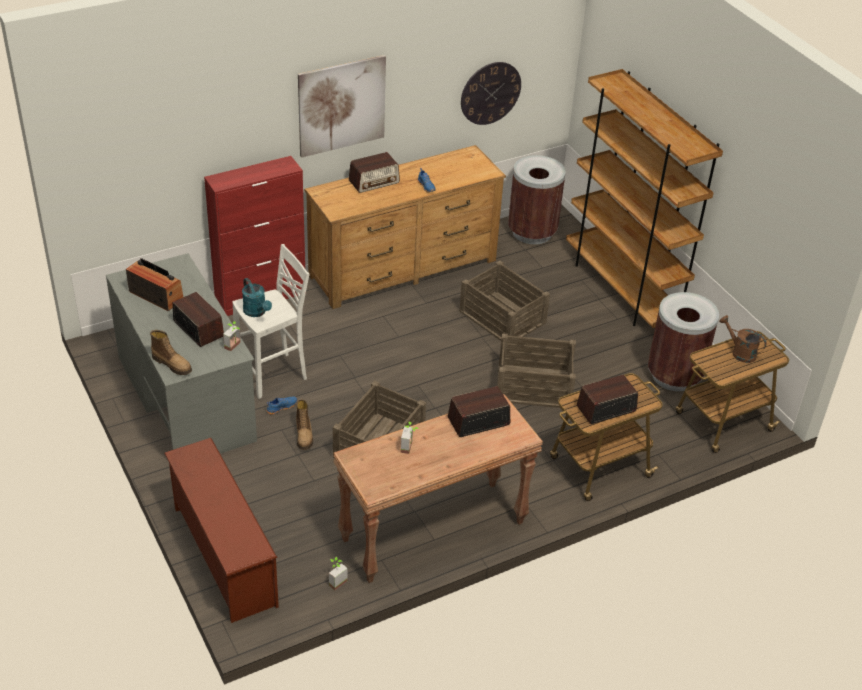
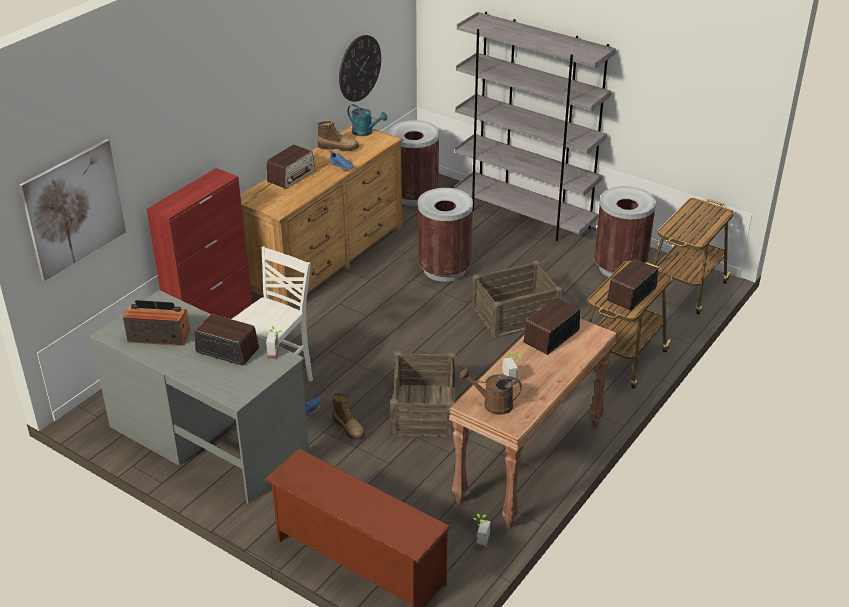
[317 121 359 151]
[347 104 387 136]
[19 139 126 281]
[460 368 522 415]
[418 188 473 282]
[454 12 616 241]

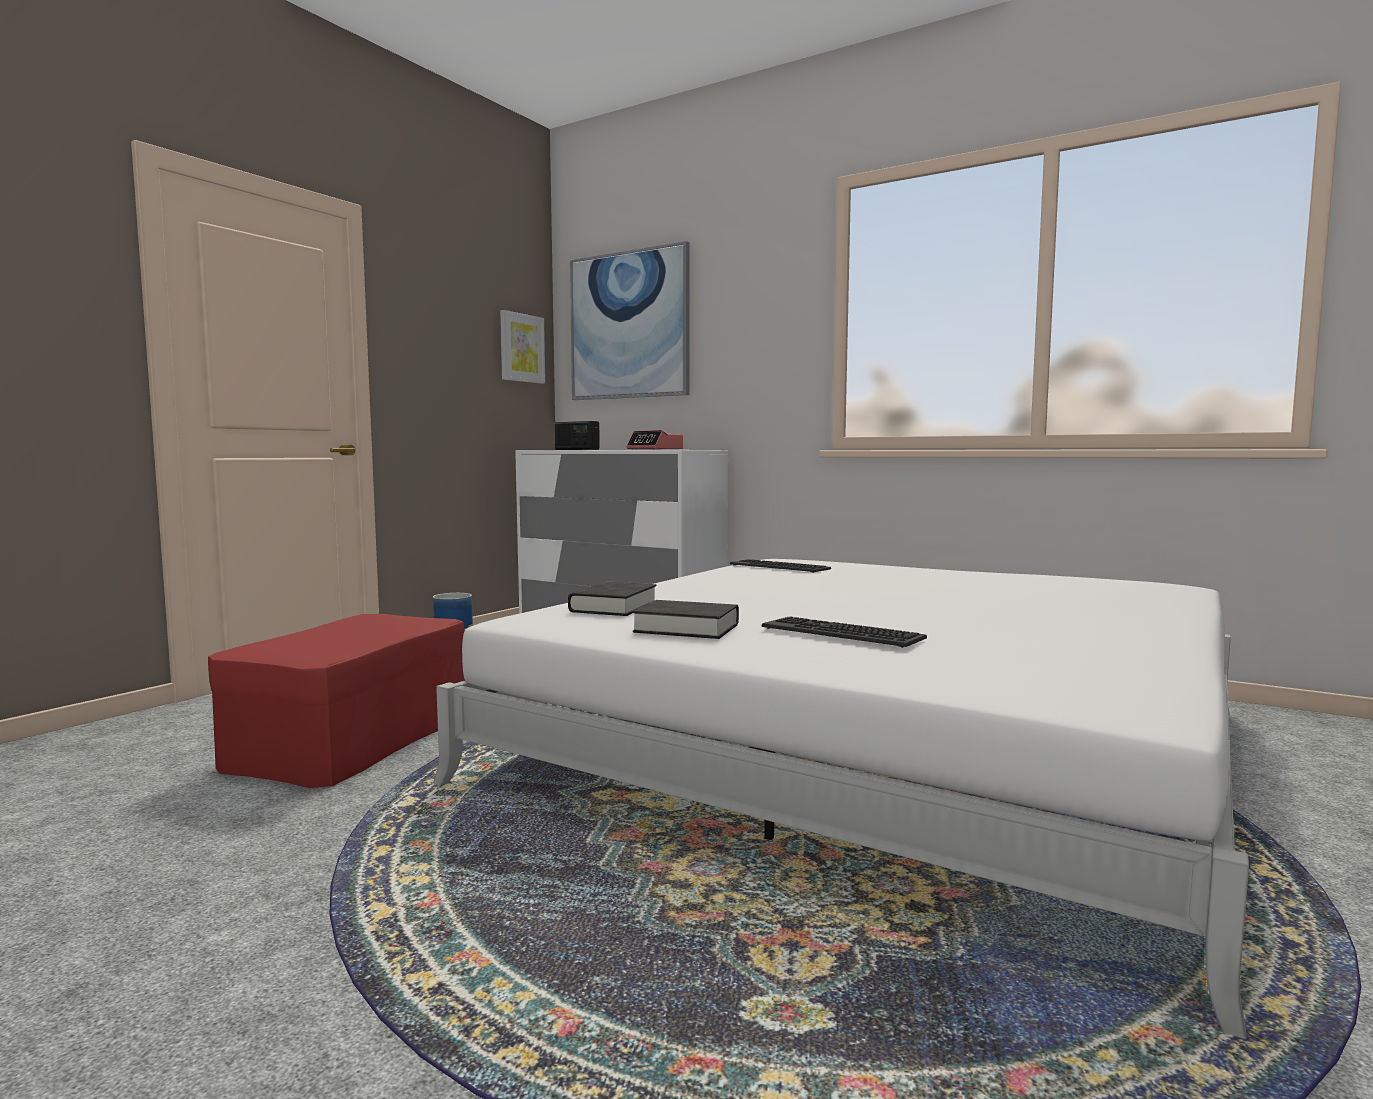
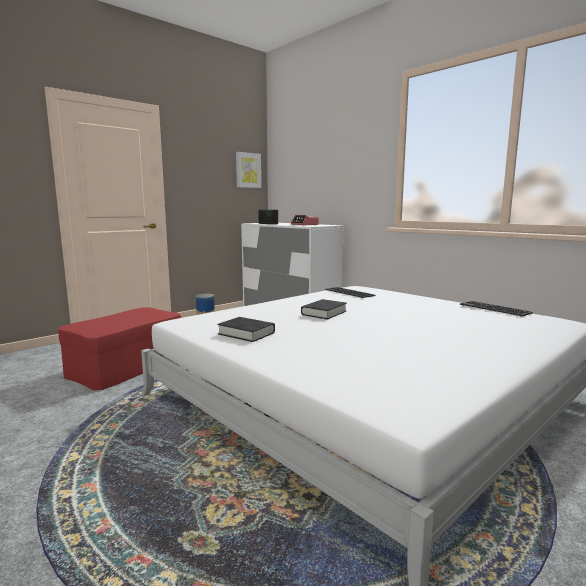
[570 241 690 400] (first image)
[301 299 347 320]
[460 301 533 317]

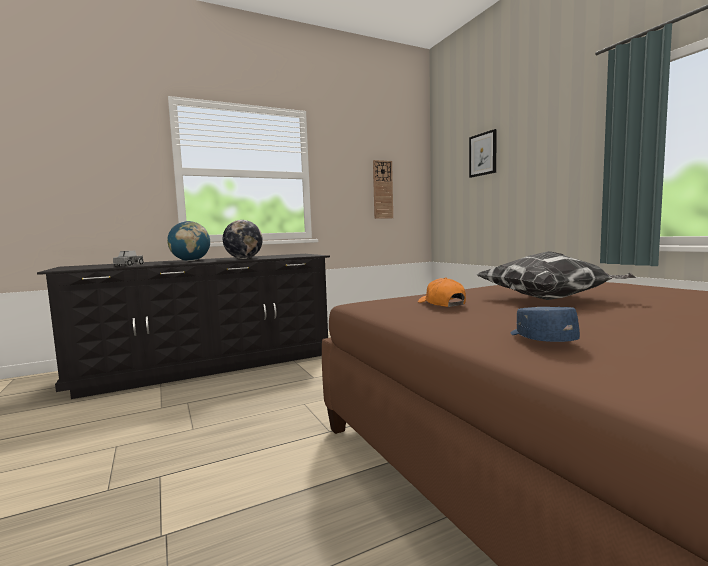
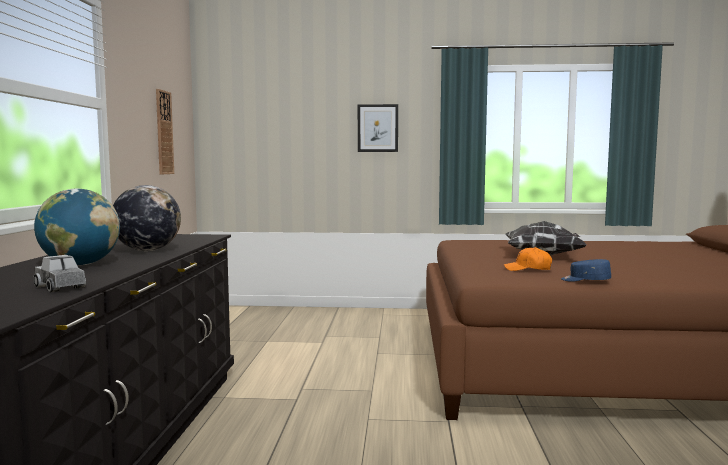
[358 104 398 152]
[561 259 611 282]

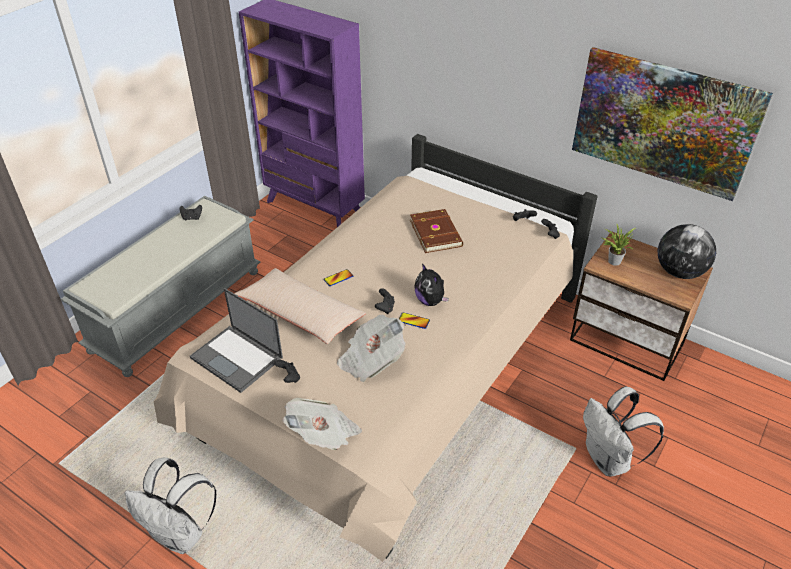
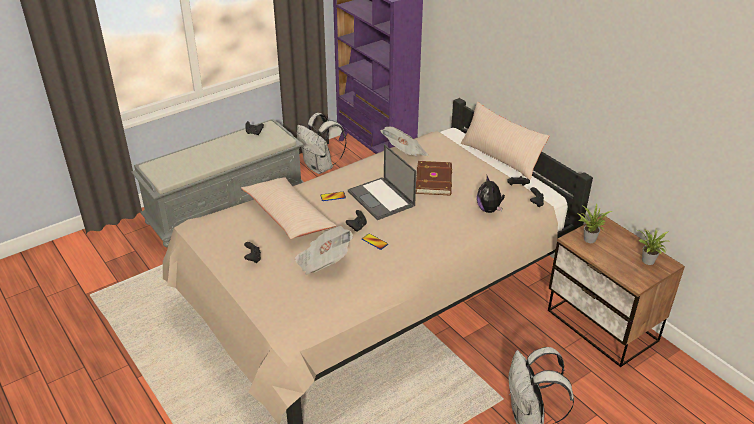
[572 47 773 201] (first image)
[460 102 549 180]
[297 113 346 174]
[348 144 417 220]
[380 127 429 157]
[477 176 505 213]
[638 229 669 265]

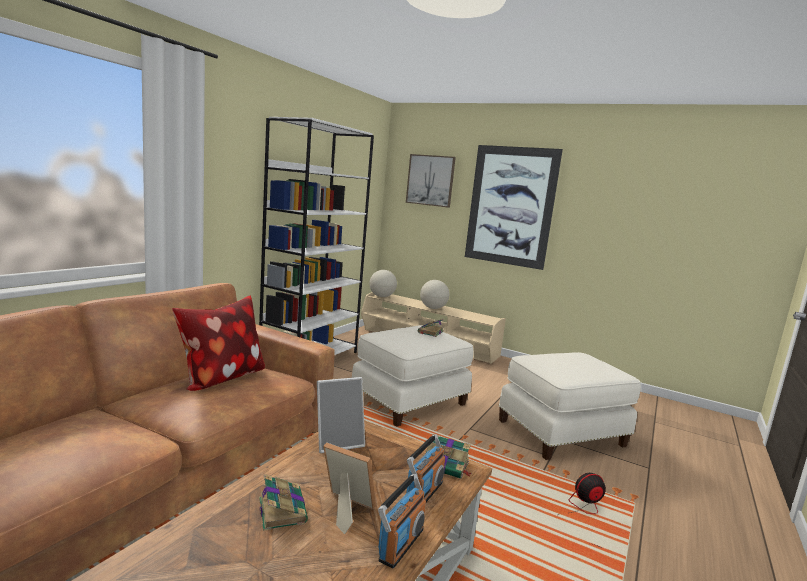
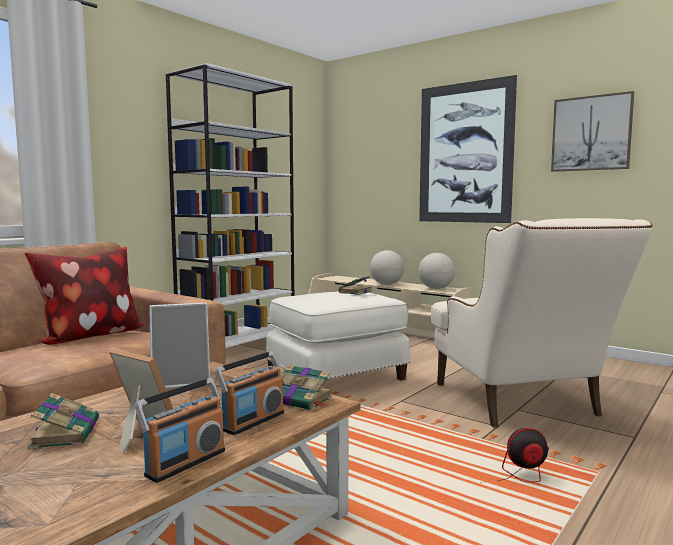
[418 253 455 289]
[551 91 634 172]
[431 218 653 427]

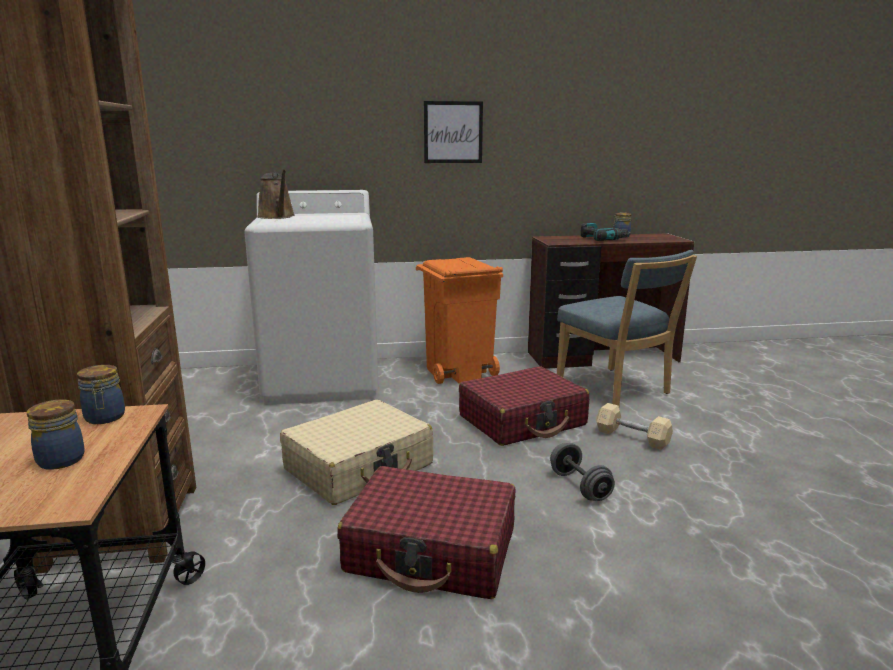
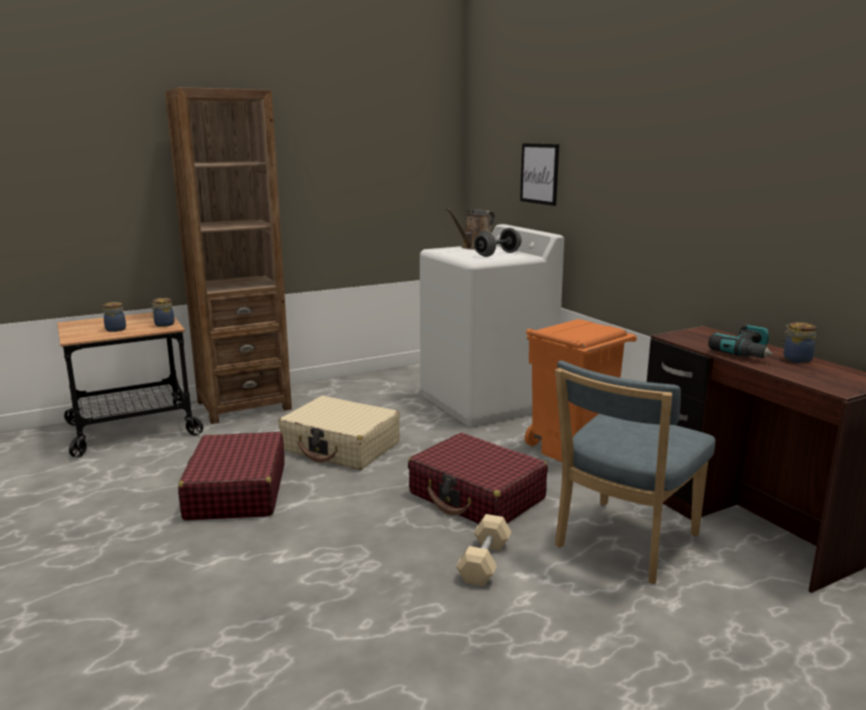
[520 143 559 206]
[474 228 521 257]

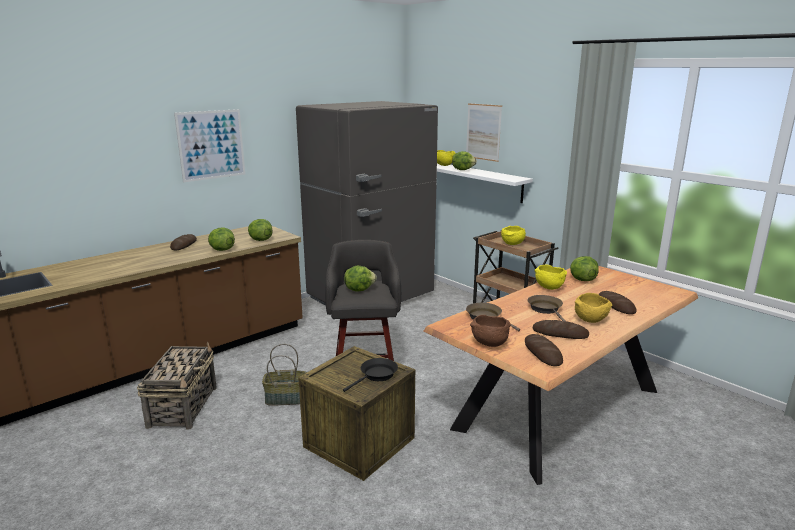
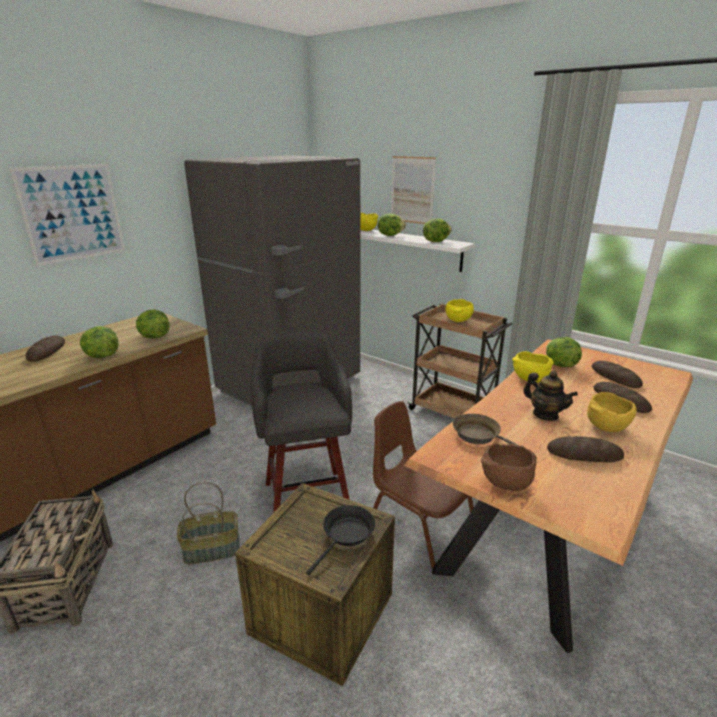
[373 401 474 568]
[423 218 452 242]
[592 361 643 388]
[523 371 578 421]

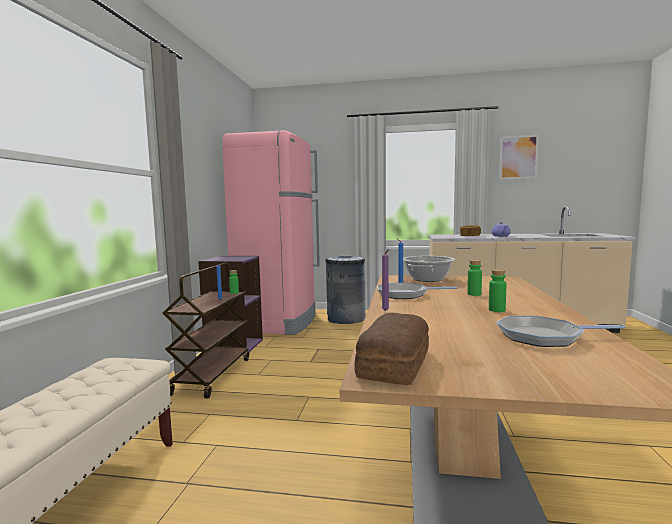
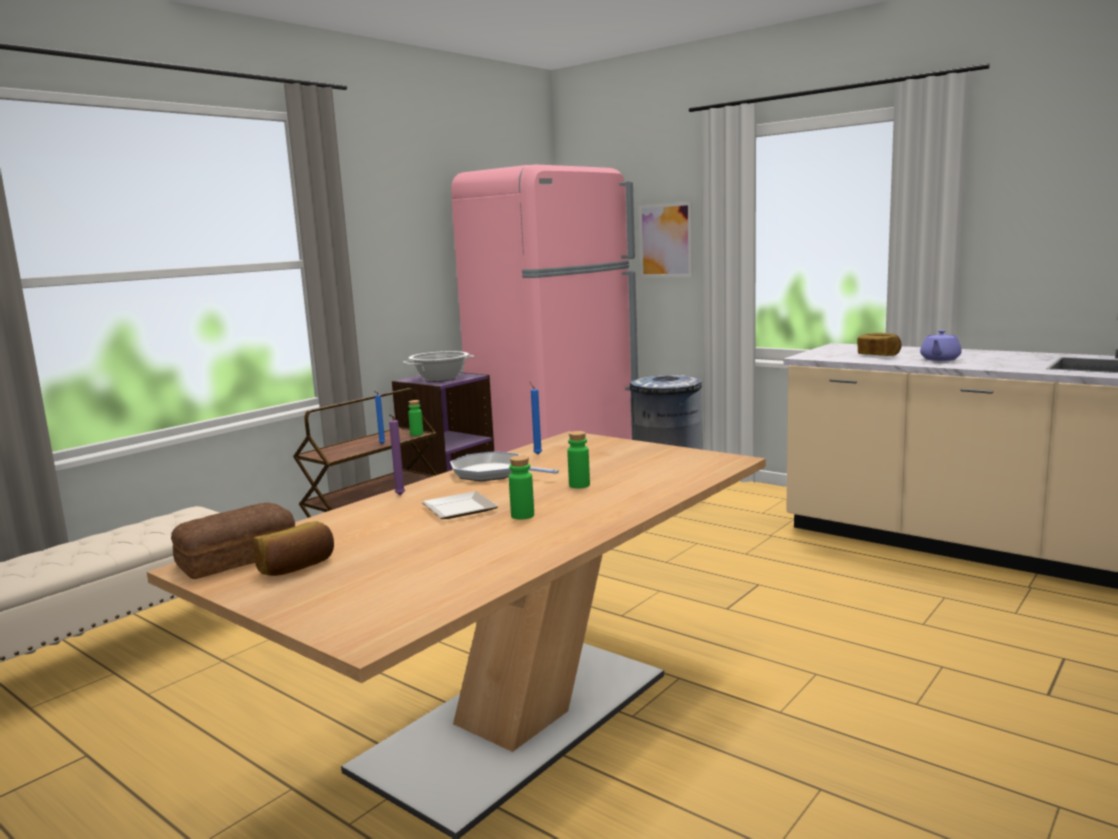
[497 316 626 347] (first image)
[253 521 334 576]
[422 491 499 519]
[403 351 475 382]
[639 202 693 278]

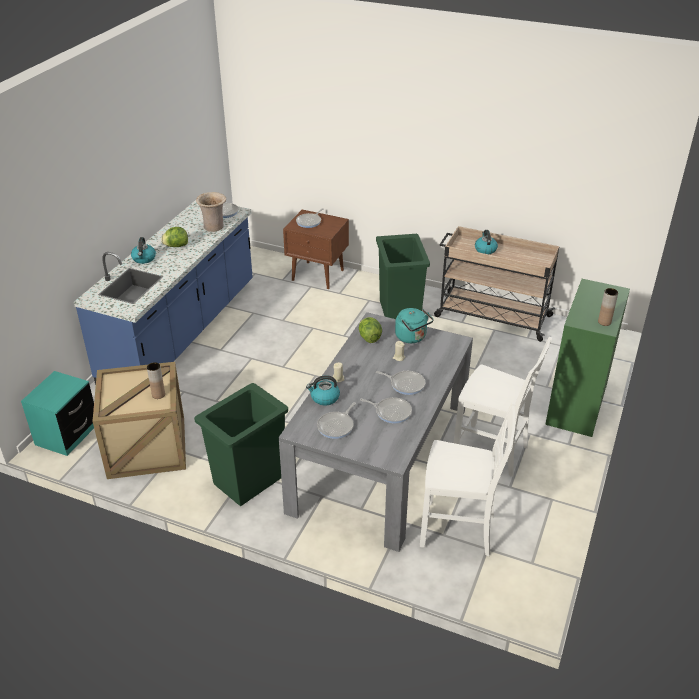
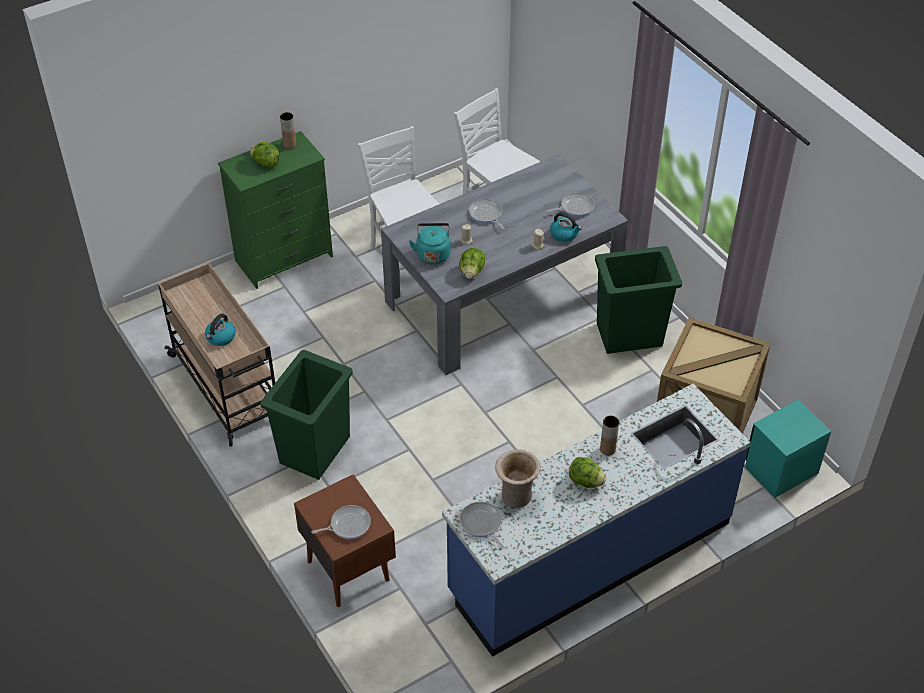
[131 237 156 264] (first image)
[360 397 412 423] (first image)
[250 142 280 168]
[600 416 619 455]

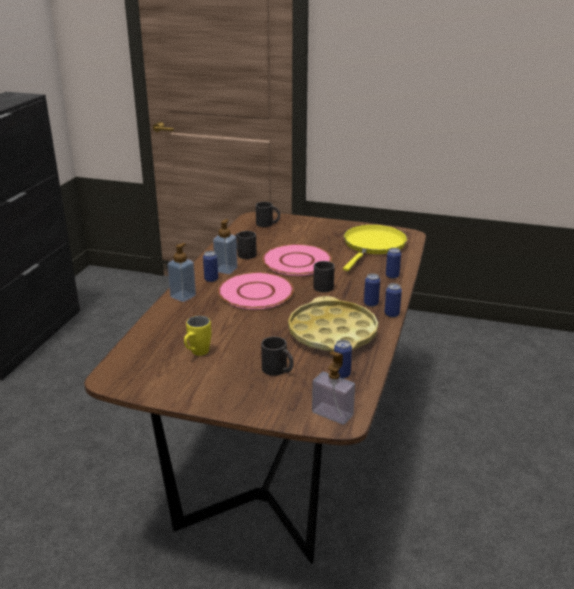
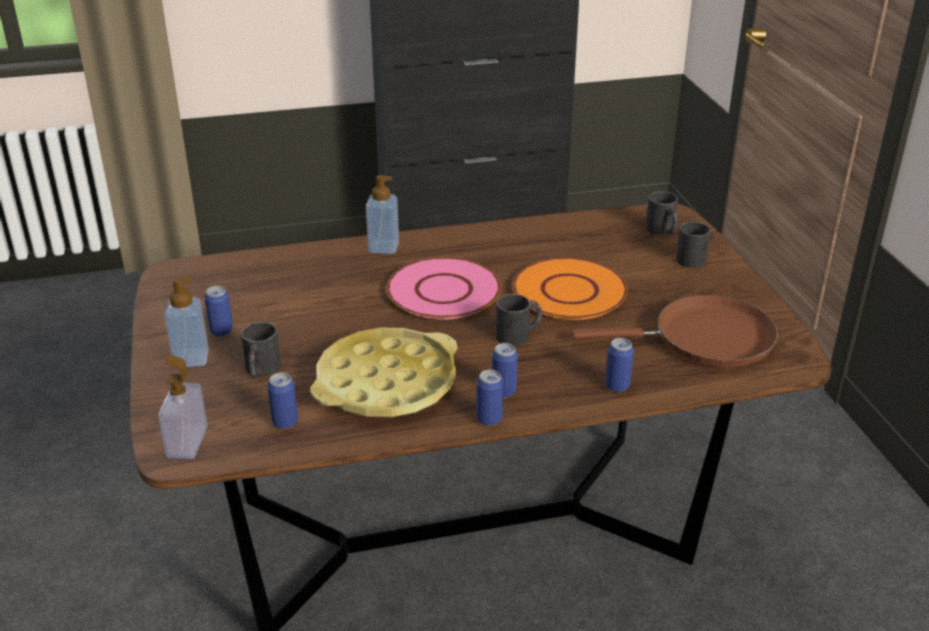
[184 316 211 356] (first image)
[204 286 233 337]
[164 278 209 367]
[676 221 711 268]
[513 258 627 320]
[572 295 778 367]

